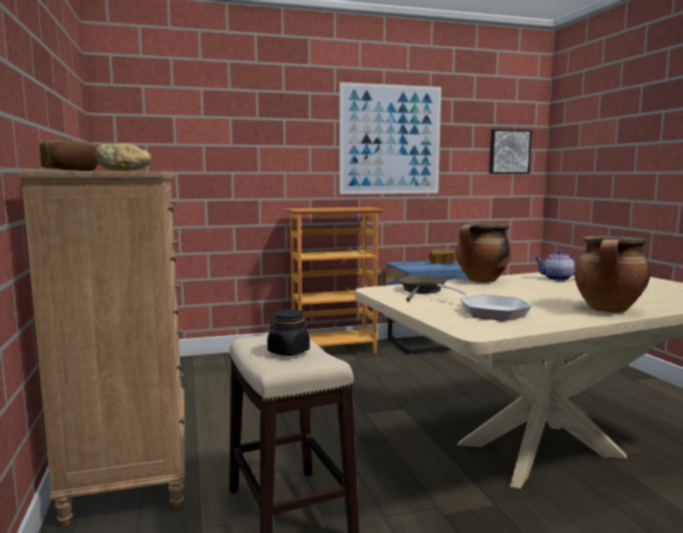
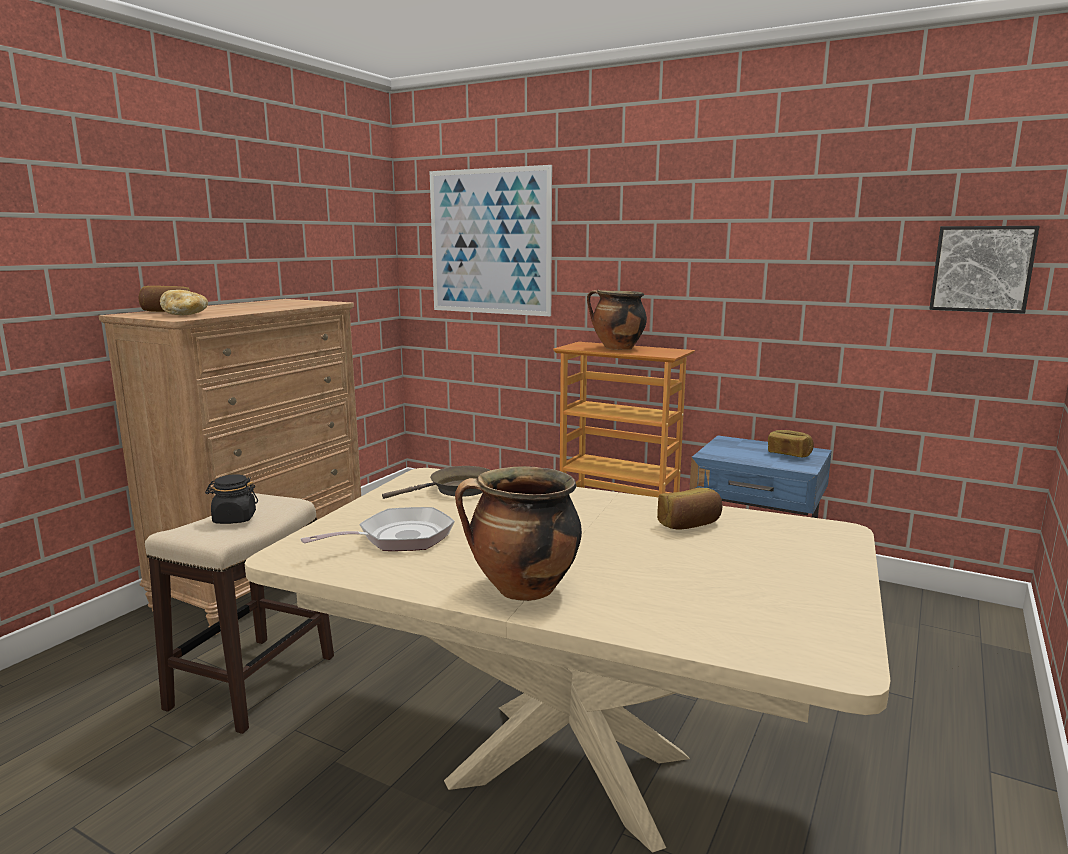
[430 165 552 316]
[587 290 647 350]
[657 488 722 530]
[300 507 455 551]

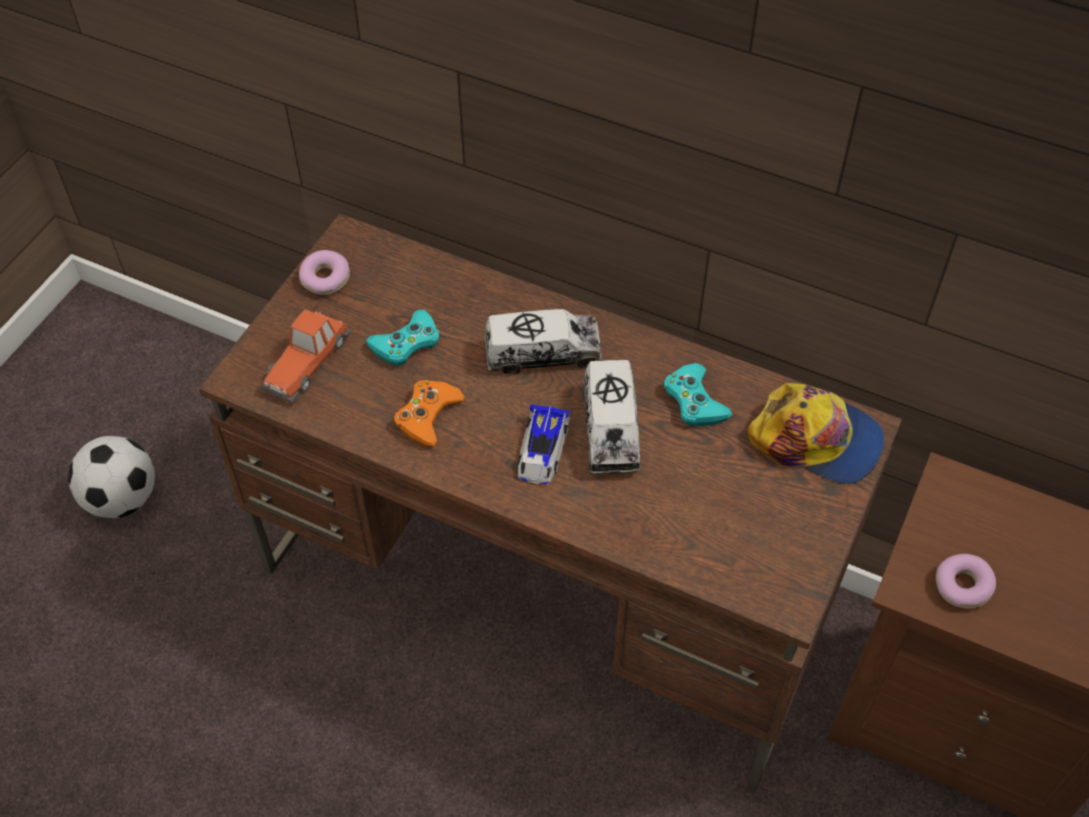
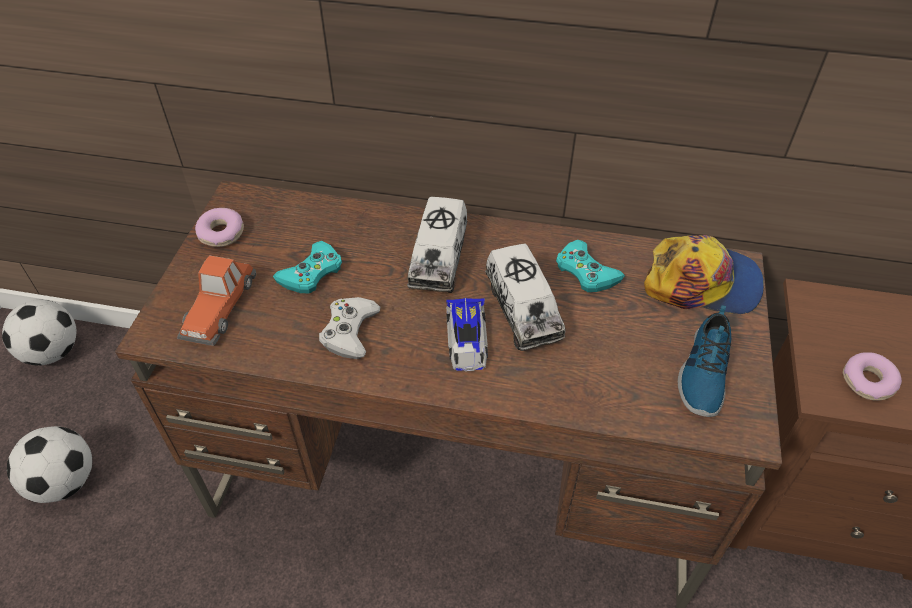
[2 300 77 366]
[678 305 731 417]
[319 297 380 359]
[407 197 467 293]

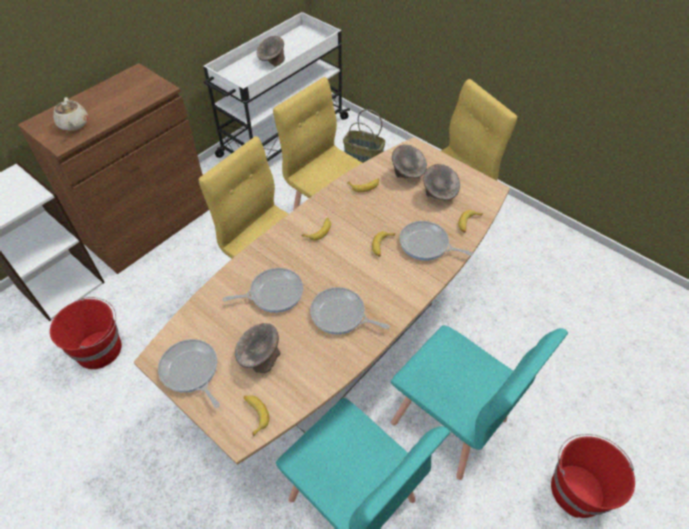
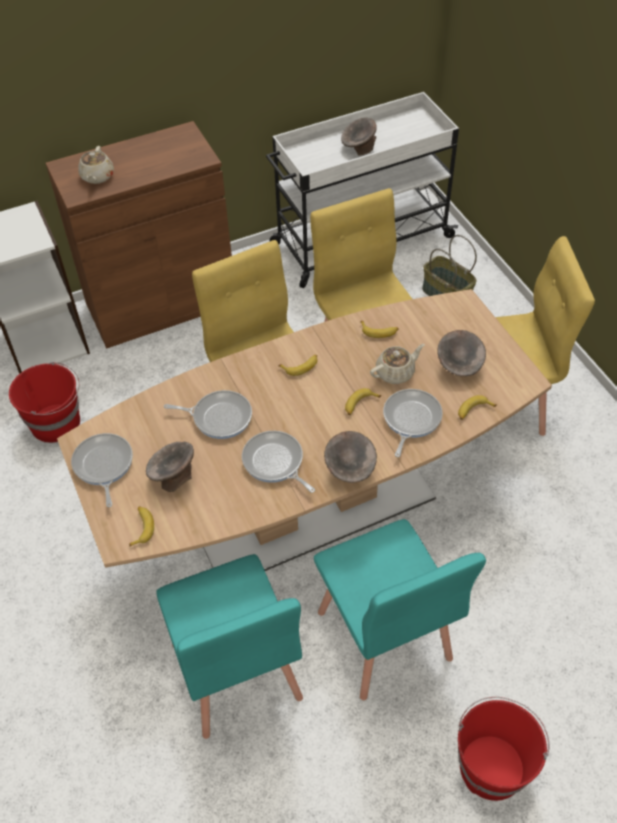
[370 344 425 384]
[324 431 377 483]
[383 389 443 457]

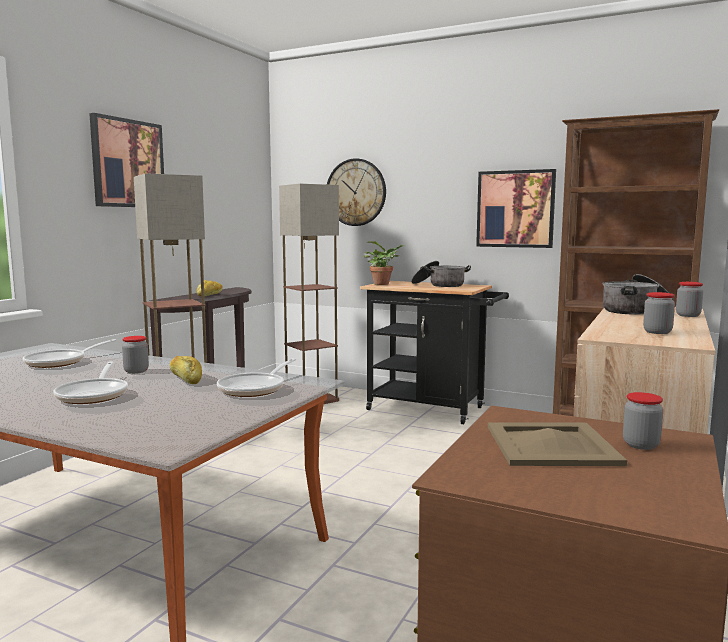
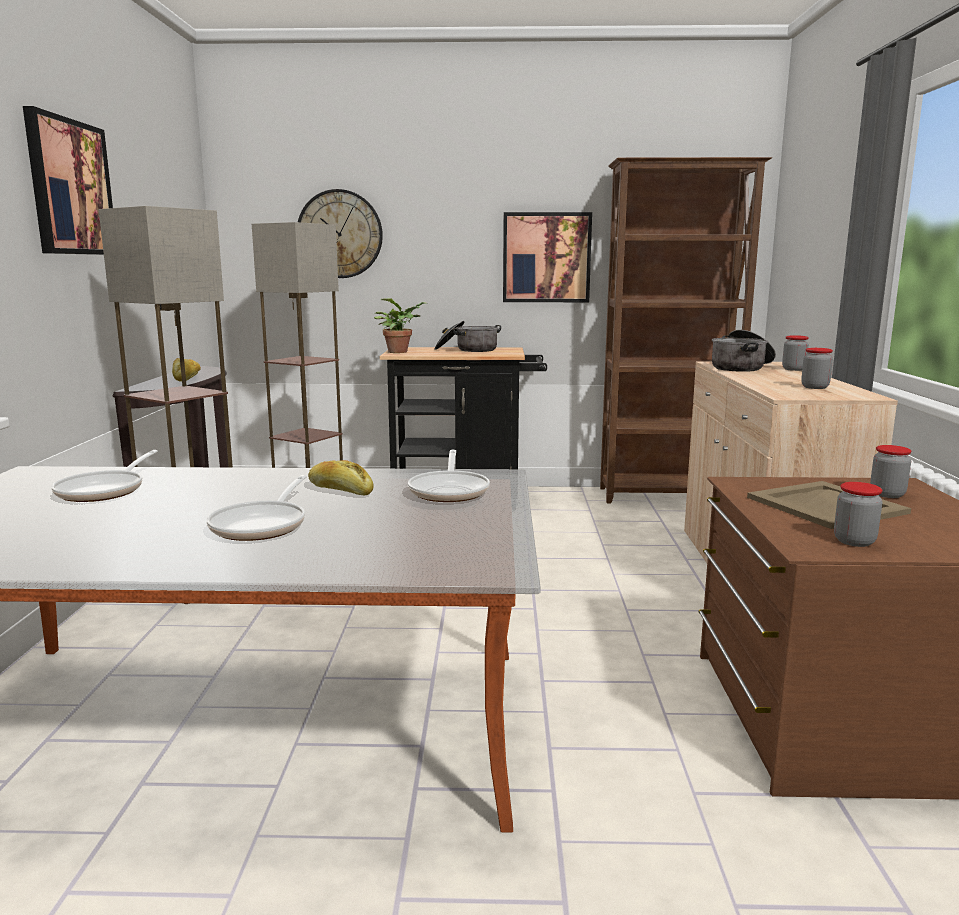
[834 482 883 547]
[207 475 307 541]

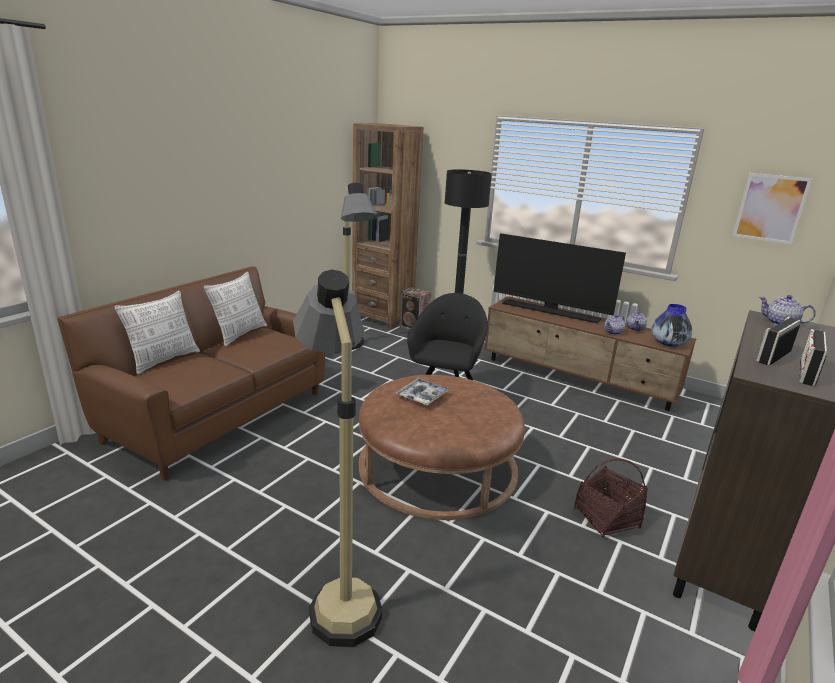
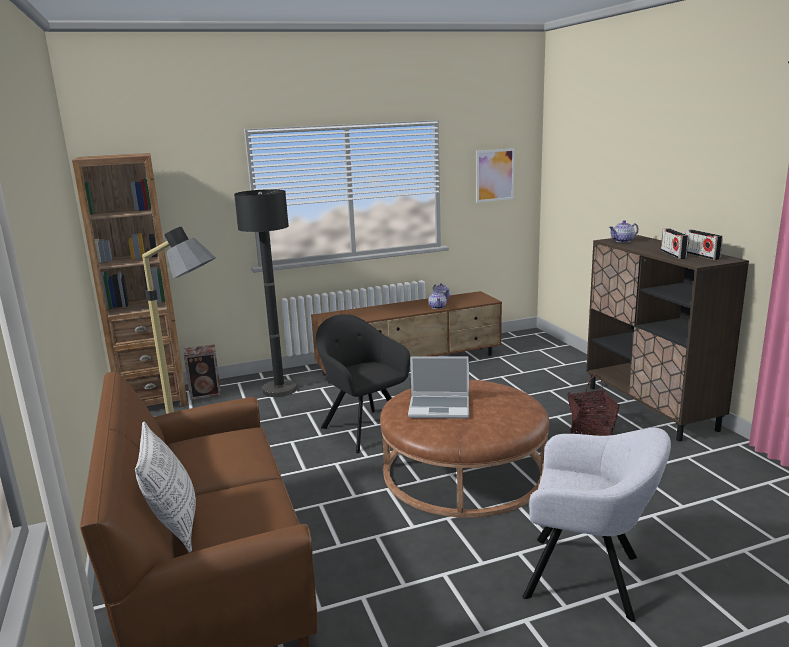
[204 272 267 347] (first image)
[493 234 626 324] (first image)
[651 304 692 347] (first image)
[523 428 671 622]
[408 356 469 419]

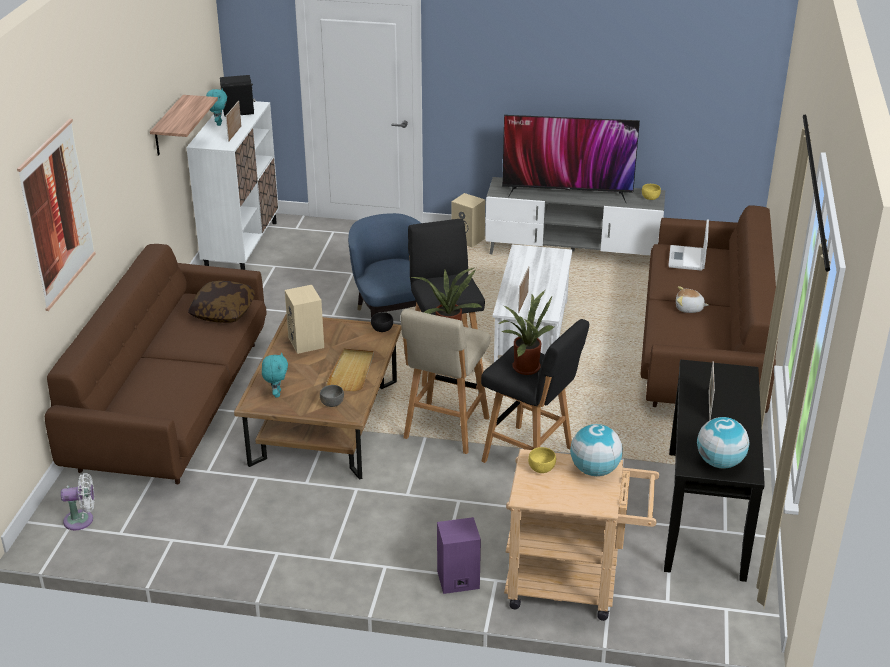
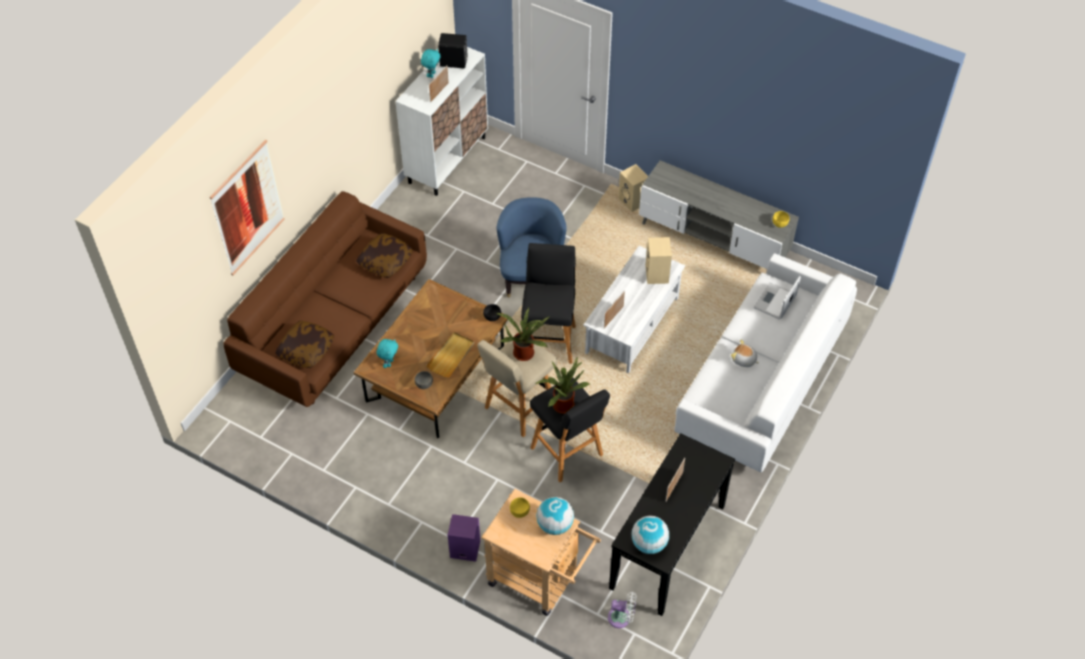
[150 95 218 155] (first image)
[502 115 640 203] (first image)
[275 321 334 368]
[608 592 636 628]
[645 237 672 284]
[674 253 857 472]

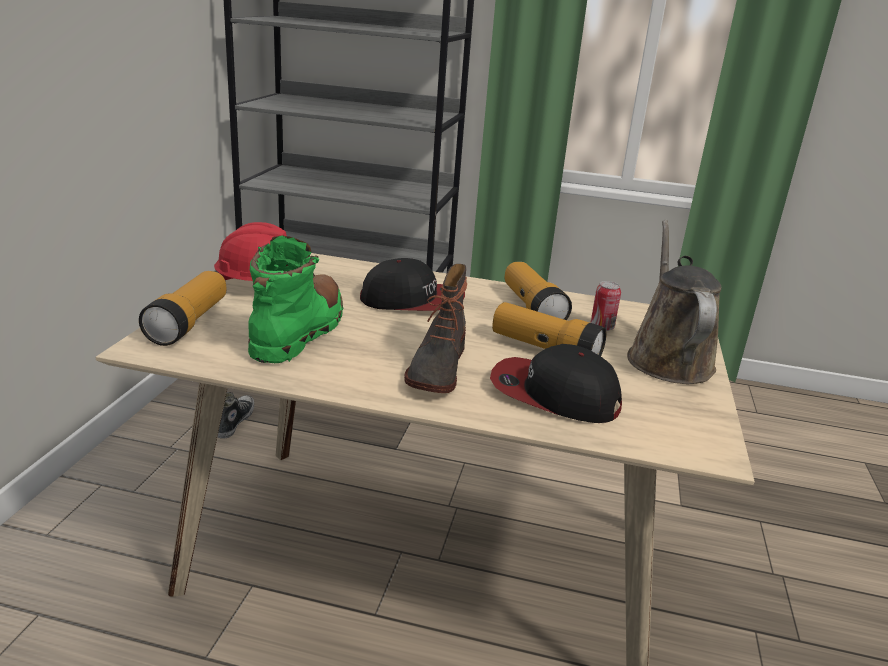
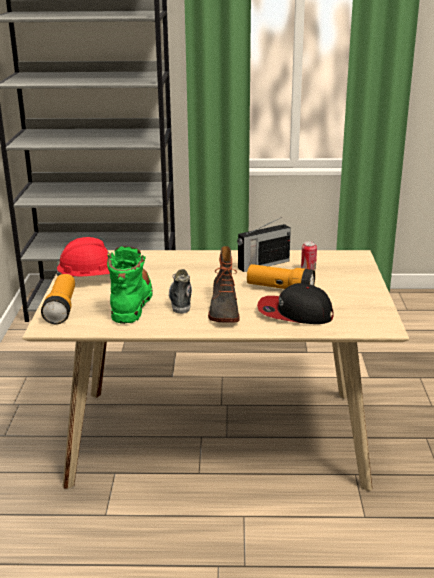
[360 258 465 311] (first image)
[627 220 721 384] (first image)
[169 269 192 314]
[237 217 291 272]

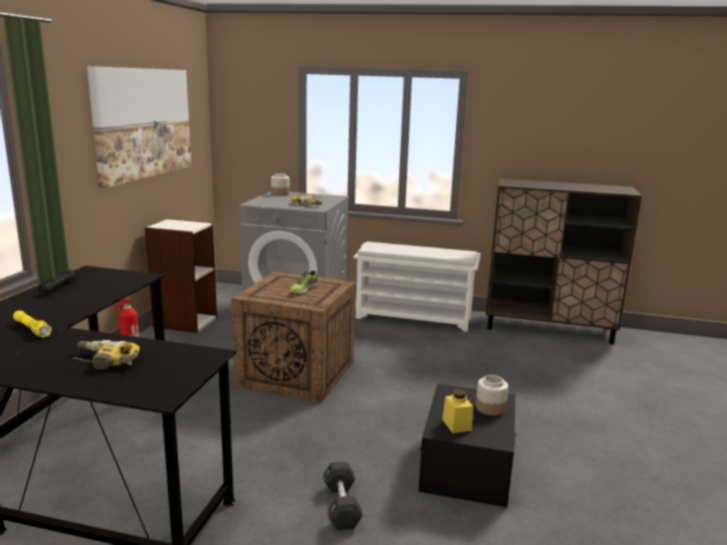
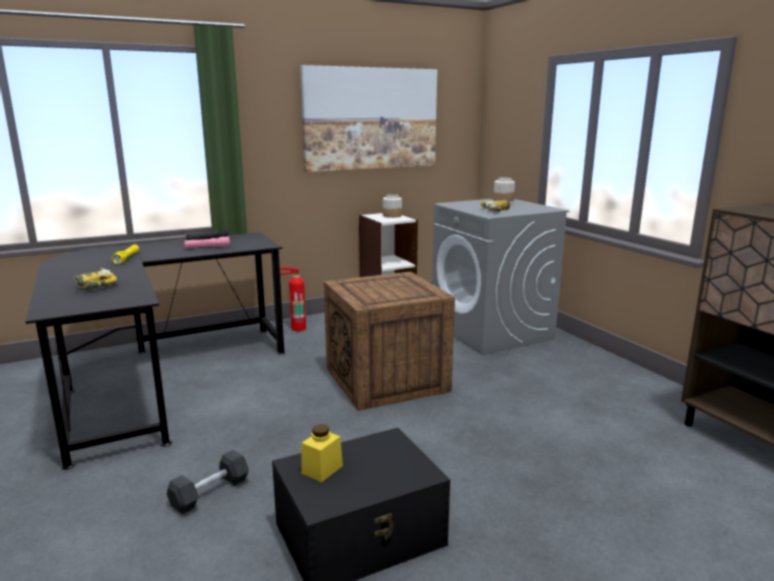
[289 271 318 294] (first image)
[354 242 480 332] (first image)
[184 236 230 248]
[383 194 402 218]

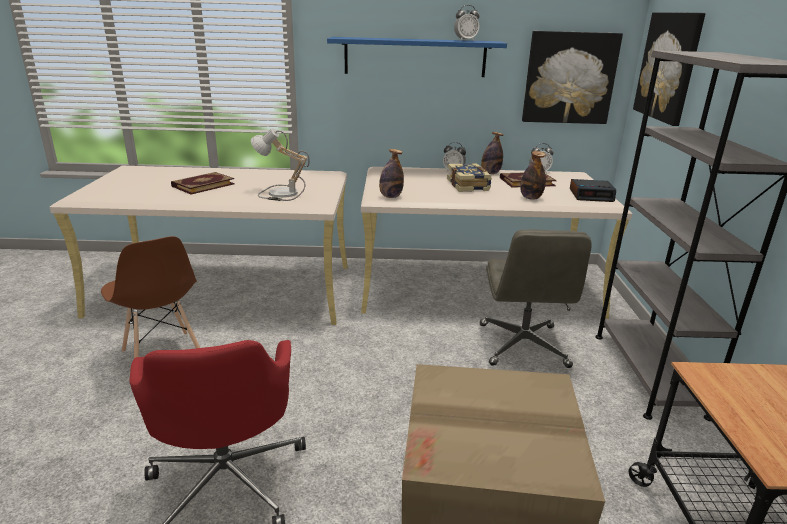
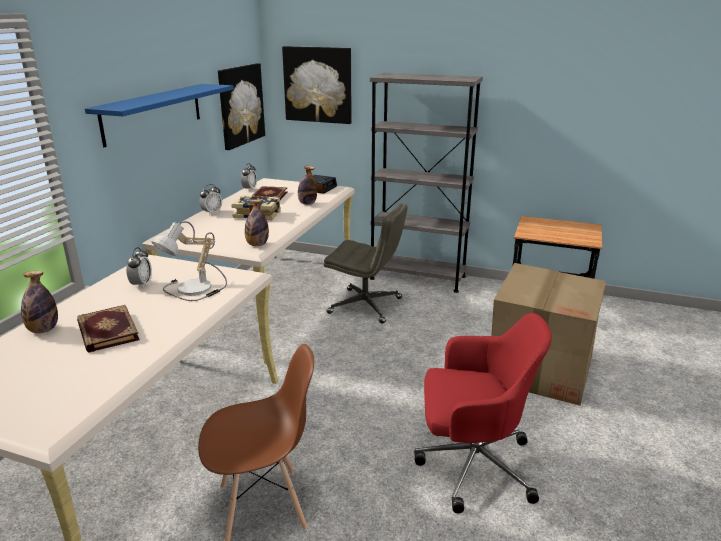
[126 247 152 288]
[21 271 58 333]

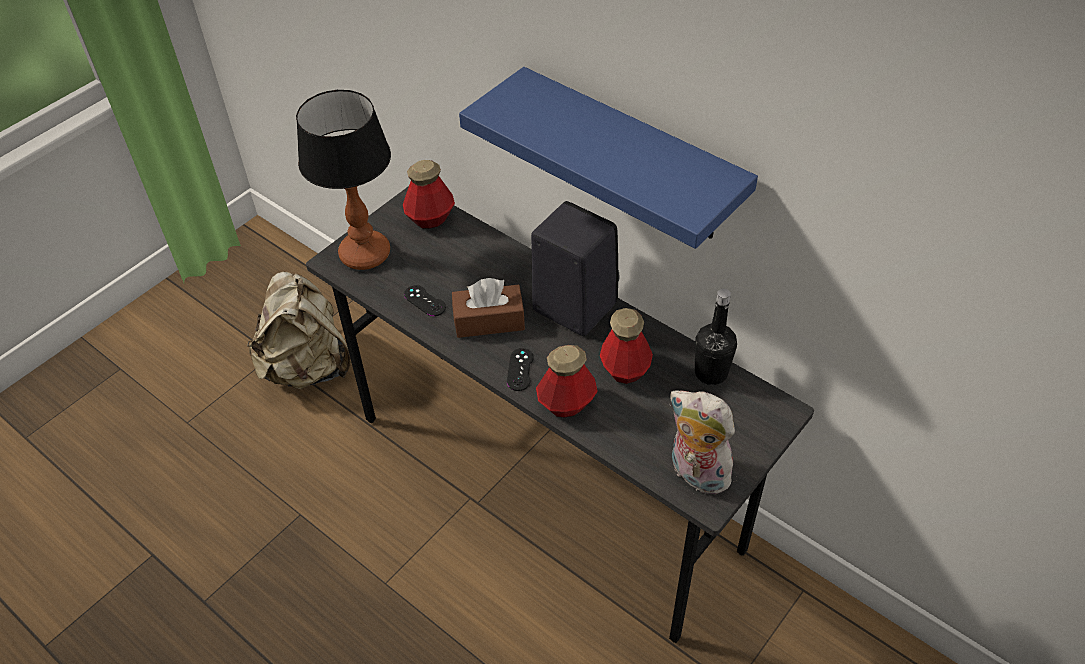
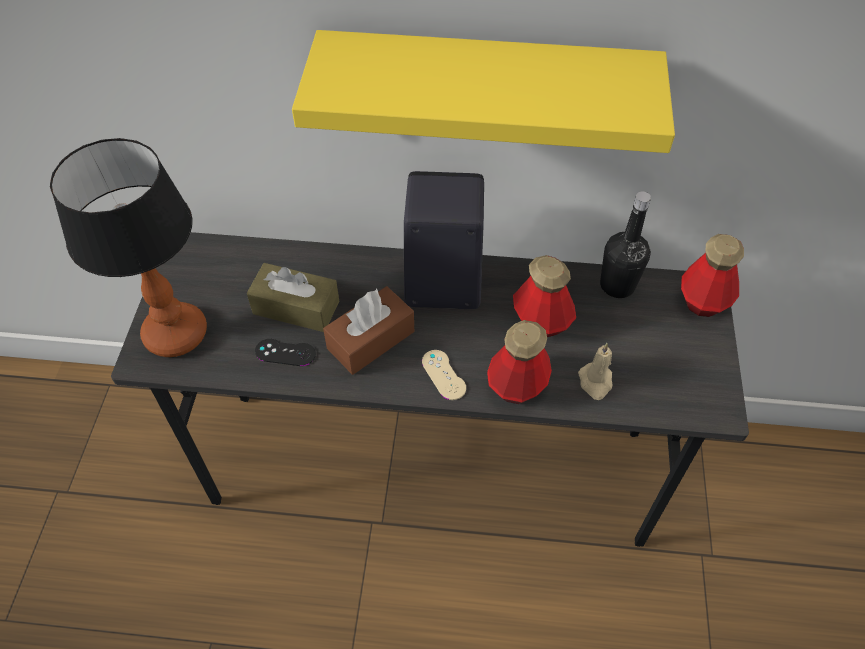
[247 272 351 389] (first image)
[669 390 739 495] (first image)
[247 263 339 332]
[578 343 613 400]
[681 234 744 317]
[292 30 675 153]
[422 350 466 400]

